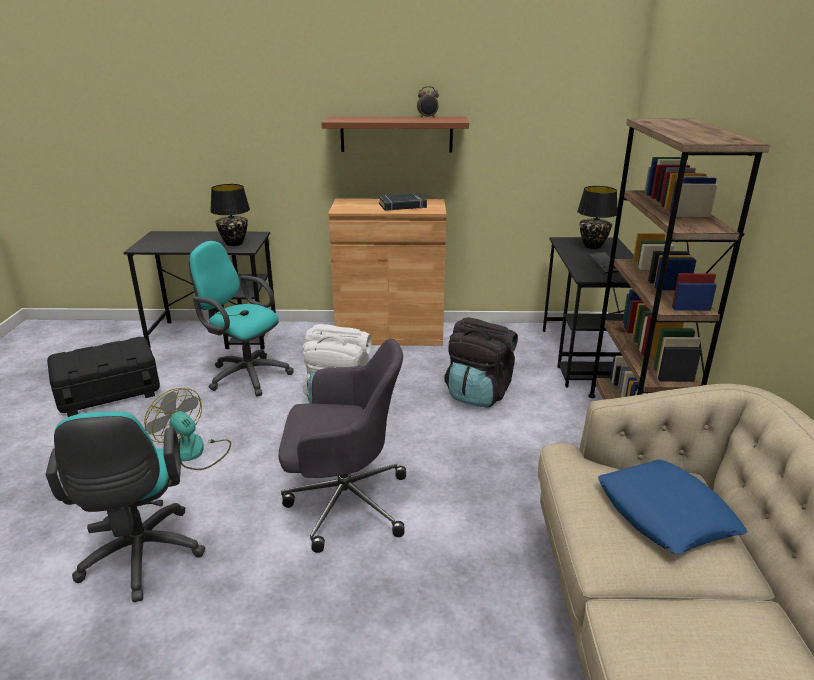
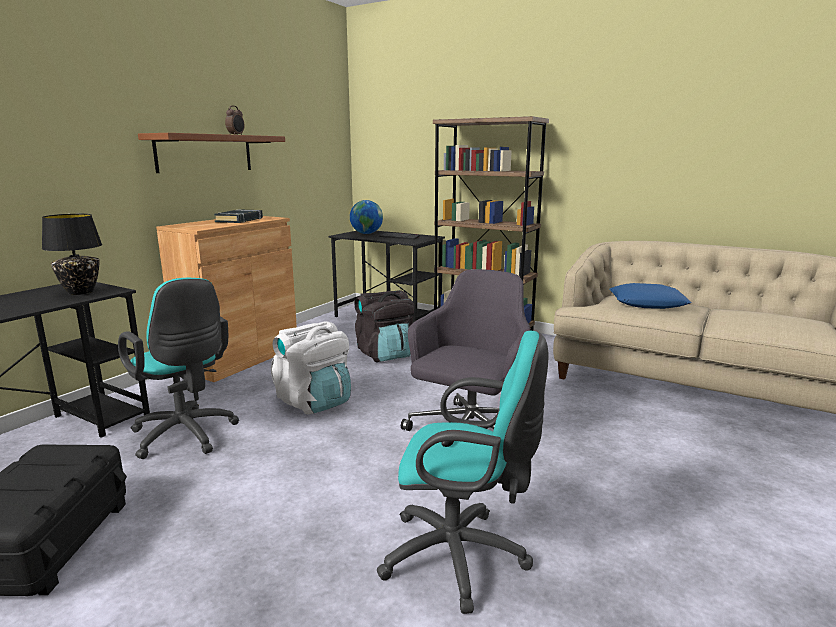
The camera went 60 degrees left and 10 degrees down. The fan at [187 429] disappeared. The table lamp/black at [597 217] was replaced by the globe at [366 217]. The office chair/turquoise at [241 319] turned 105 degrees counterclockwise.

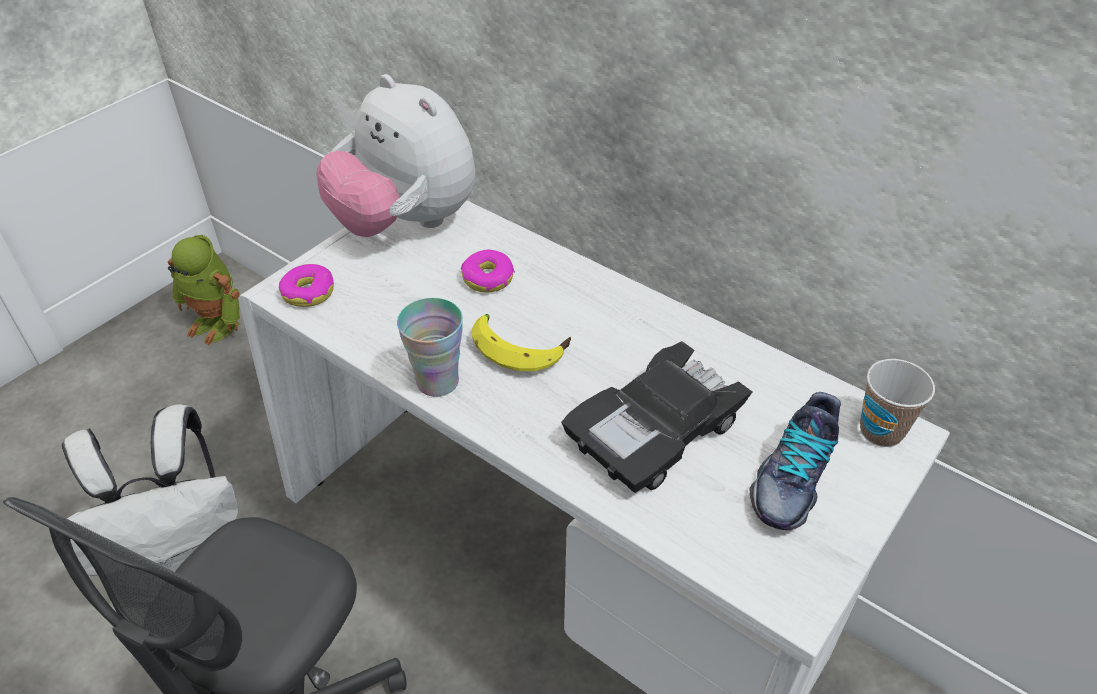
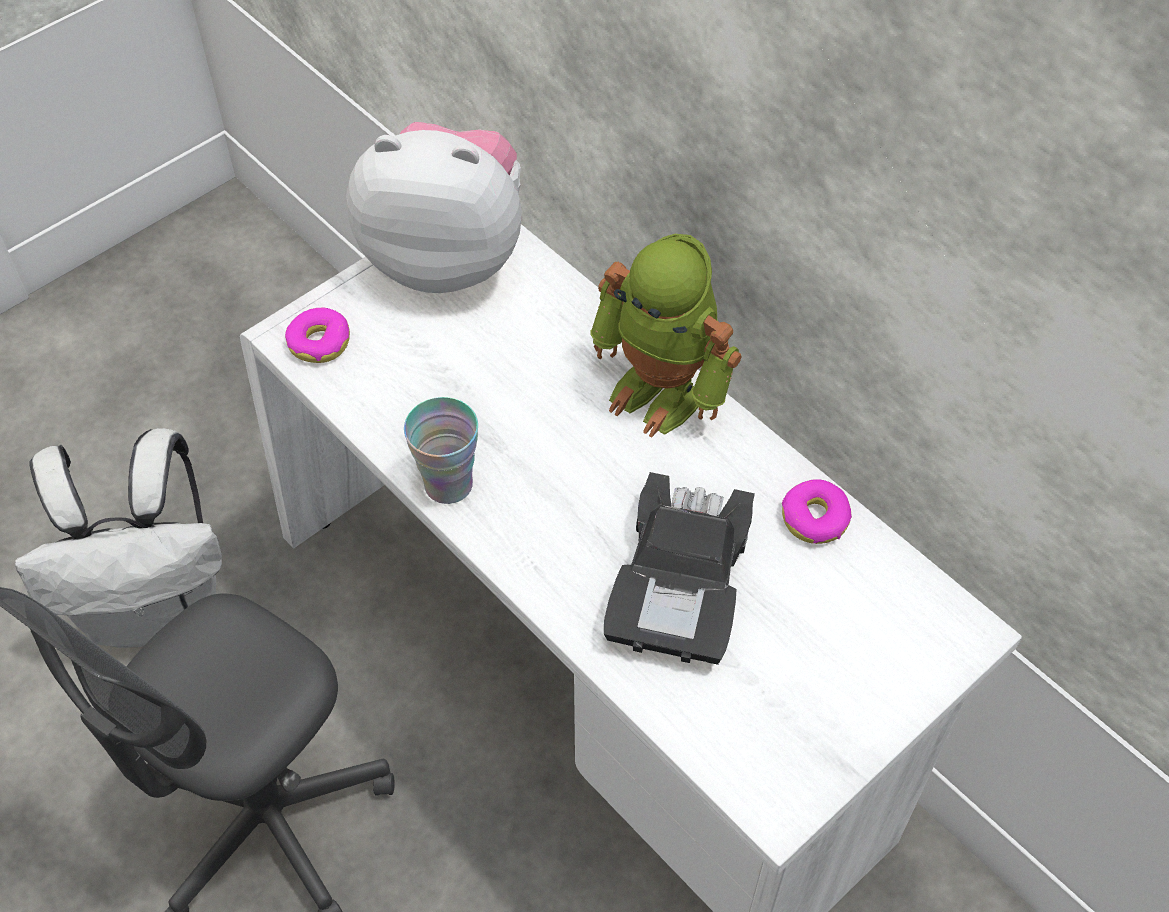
The camera went 10 degrees right and 10 degrees up. The banana at [521 342] disappeared. The shoe at [795 461] disappeared. The cup at [897 403] disappeared. The toy robot moved from [204 290] to [666 336]. The donut moved from [488 271] to [817 511]. The plush toy at [395 155] turned 135 degrees clockwise. The toy car/black at [656 417] turned 45 degrees counterclockwise.

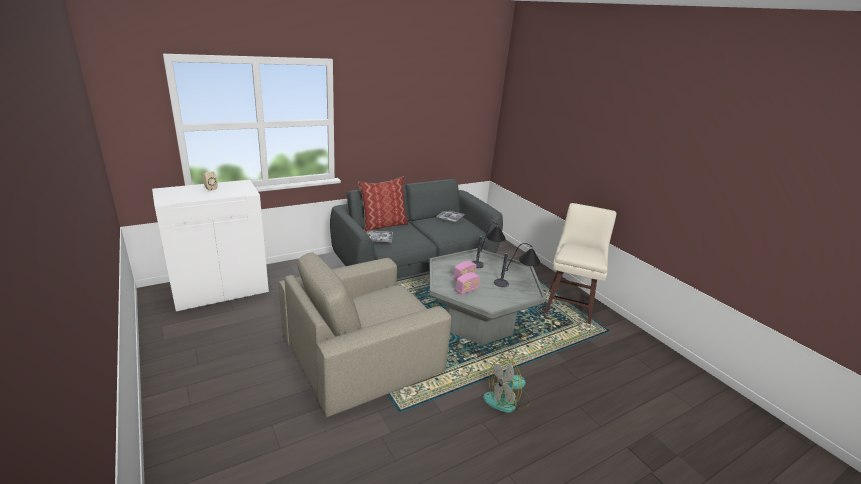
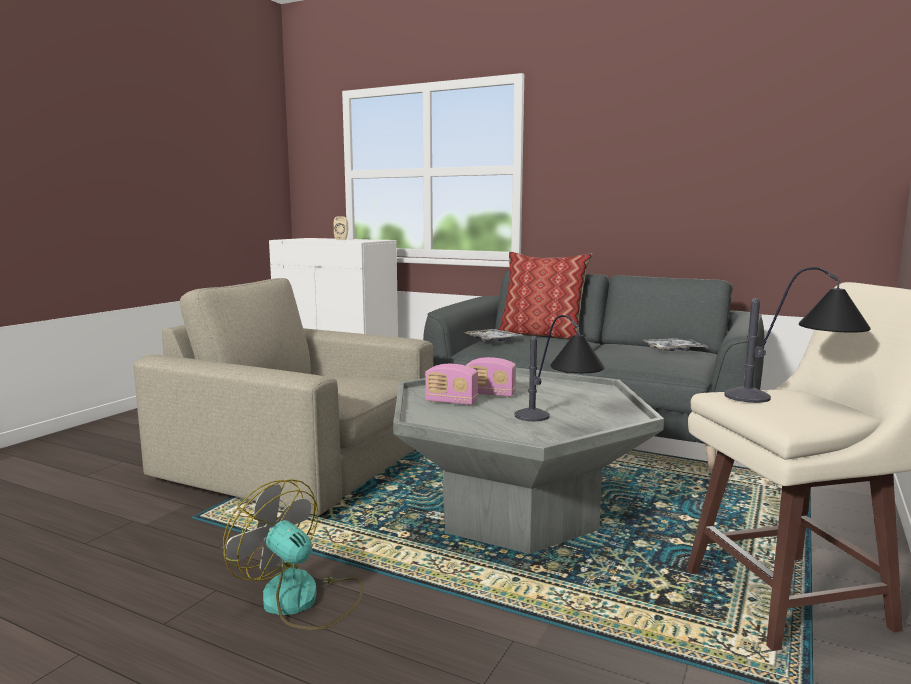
The camera went 60 degrees right and 15 degrees down. The table lamp moved from [489 245] to [797 335].

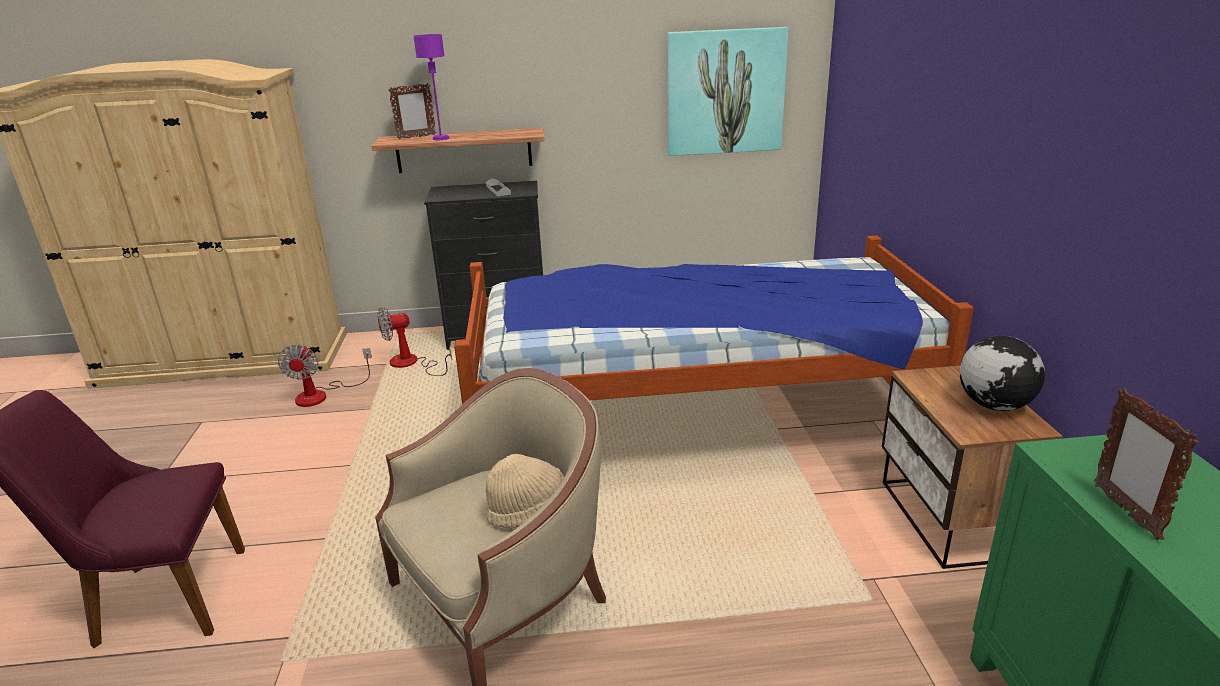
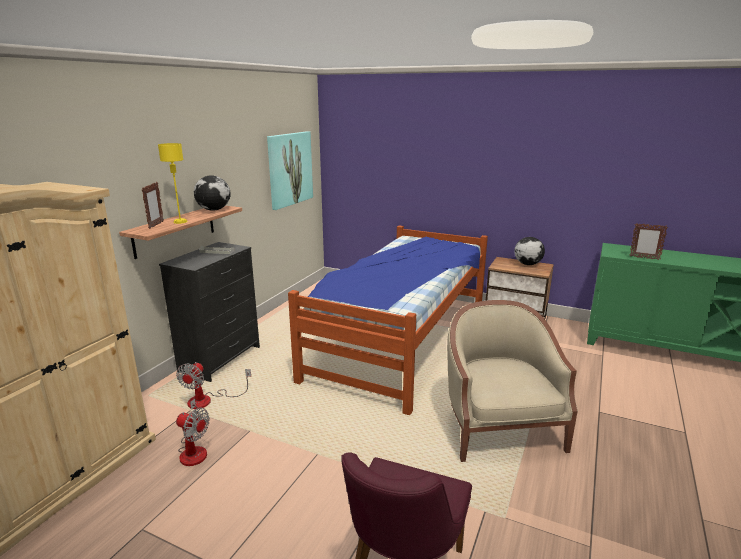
The camera went 60 degrees left and 5 degrees down. The hat/beige at [525 491] disappeared. The globe at [212 193] appeared. The table lamp/purple at [431 87] became the table lamp/yellow at [173 183].

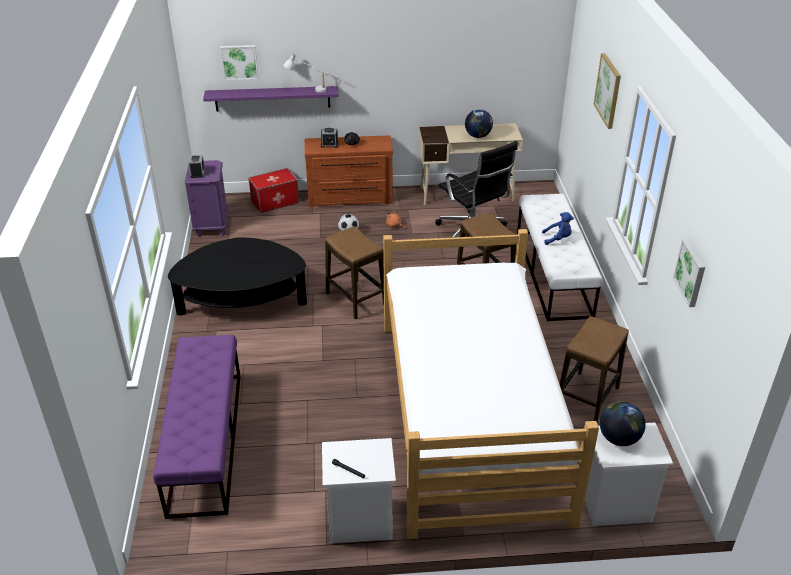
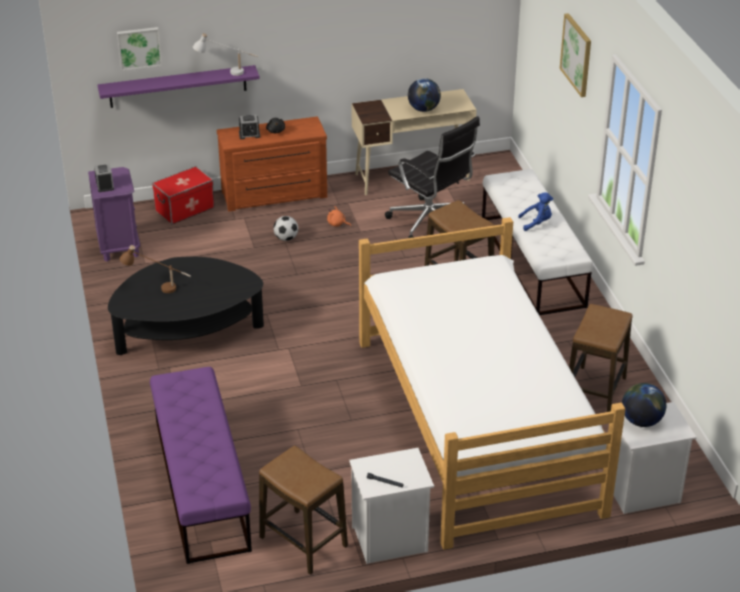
The camera went 10 degrees left and 0 degrees up. The picture at [689 273] disappeared. The table lamp/brown at [155 269] appeared. The stool moved from [354 273] to [303 510].

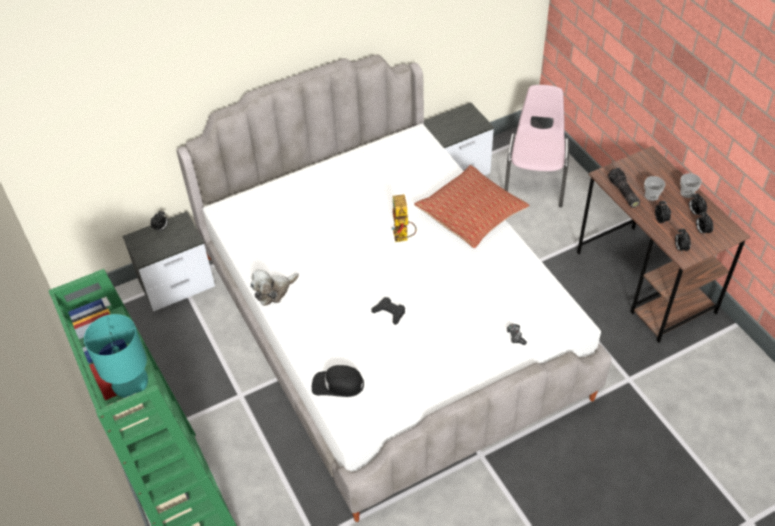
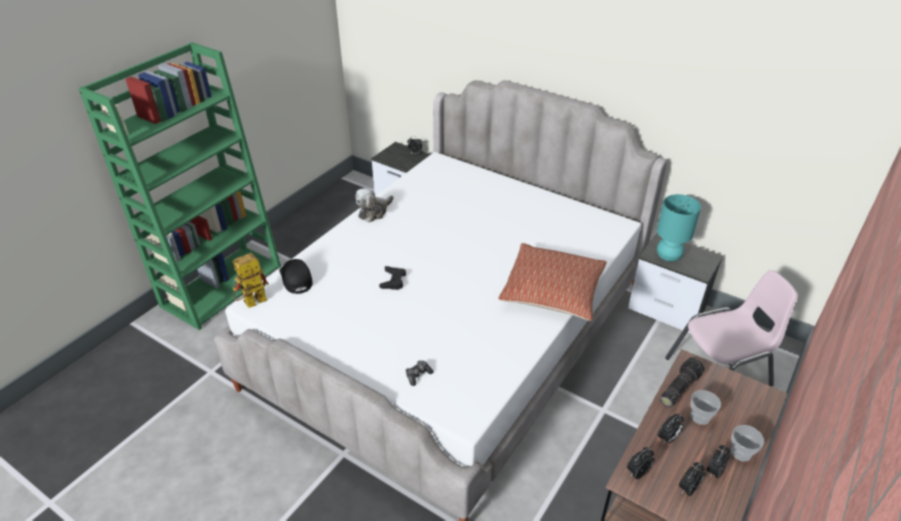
The camera went 60 degrees right and 10 degrees down. The table lamp/turquoise moved from [116 356] to [679 228]. The toy robot moved from [404 218] to [250 280]. The plush toy at [274 287] turned 75 degrees counterclockwise.

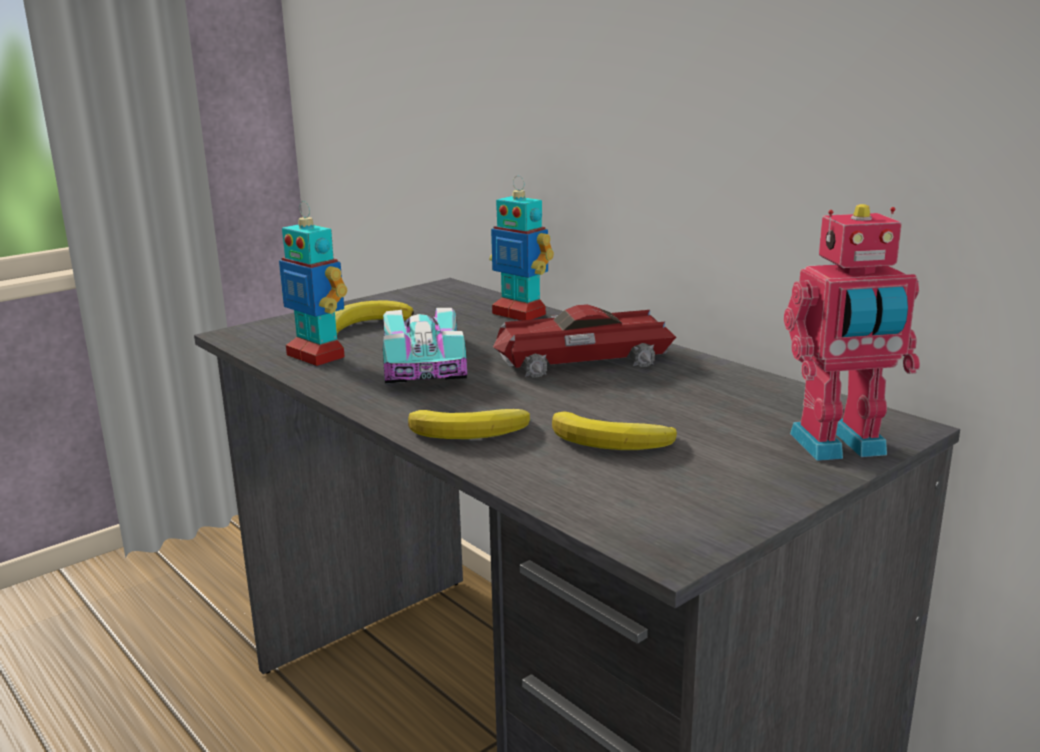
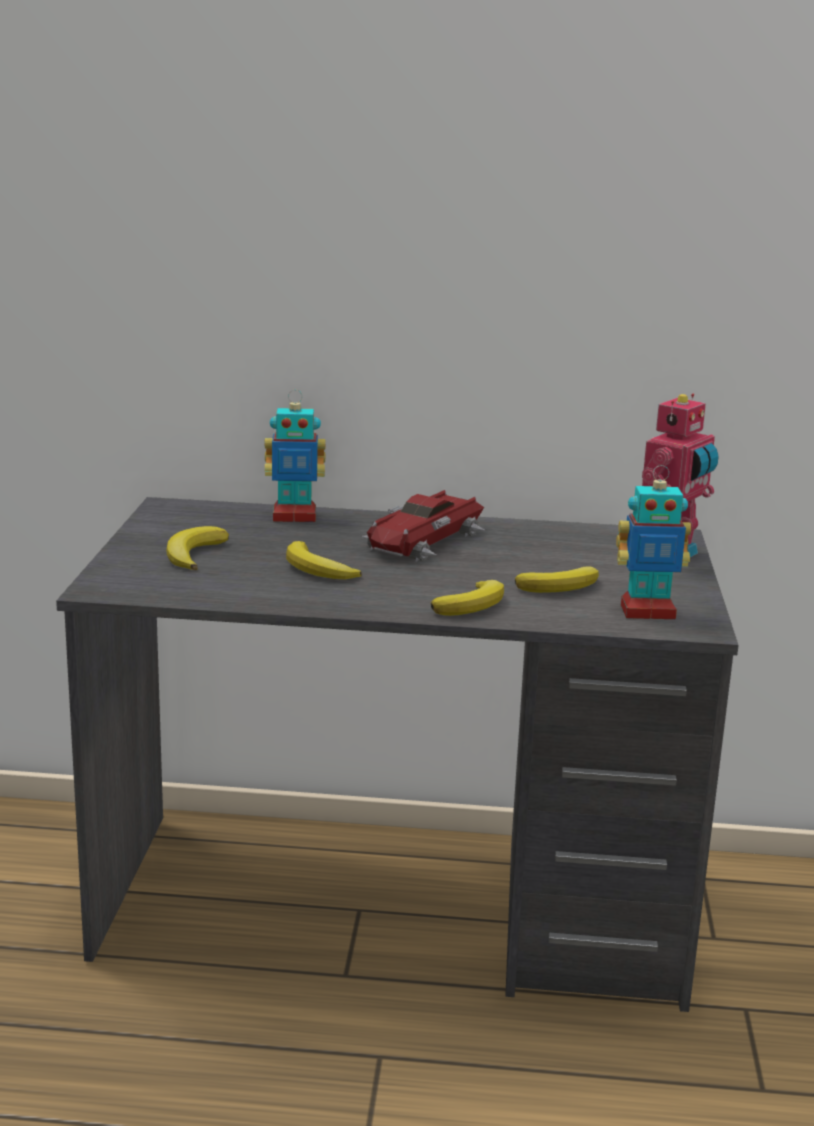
The camera went 45 degrees left and 0 degrees up. The toy robot moved from [313 283] to [653 542]. The toy car at [425 345] was replaced by the banana at [324 560].

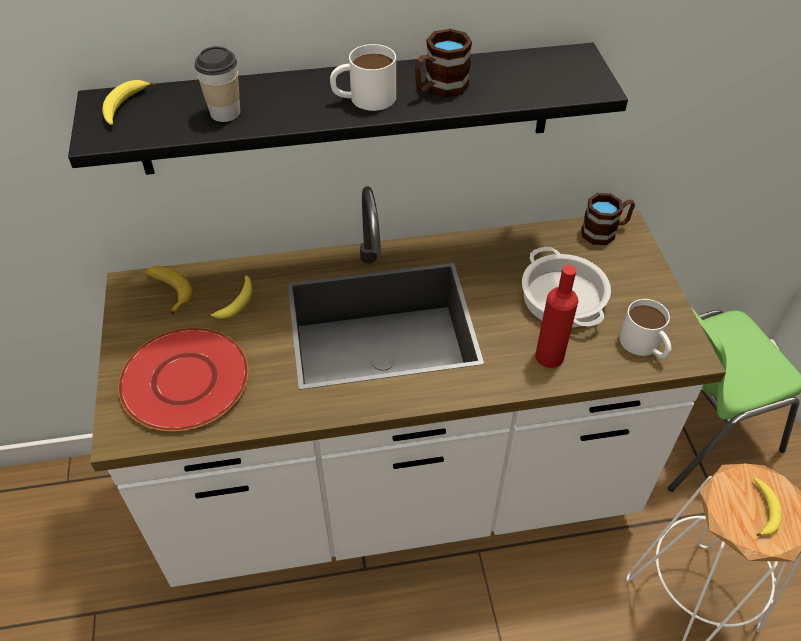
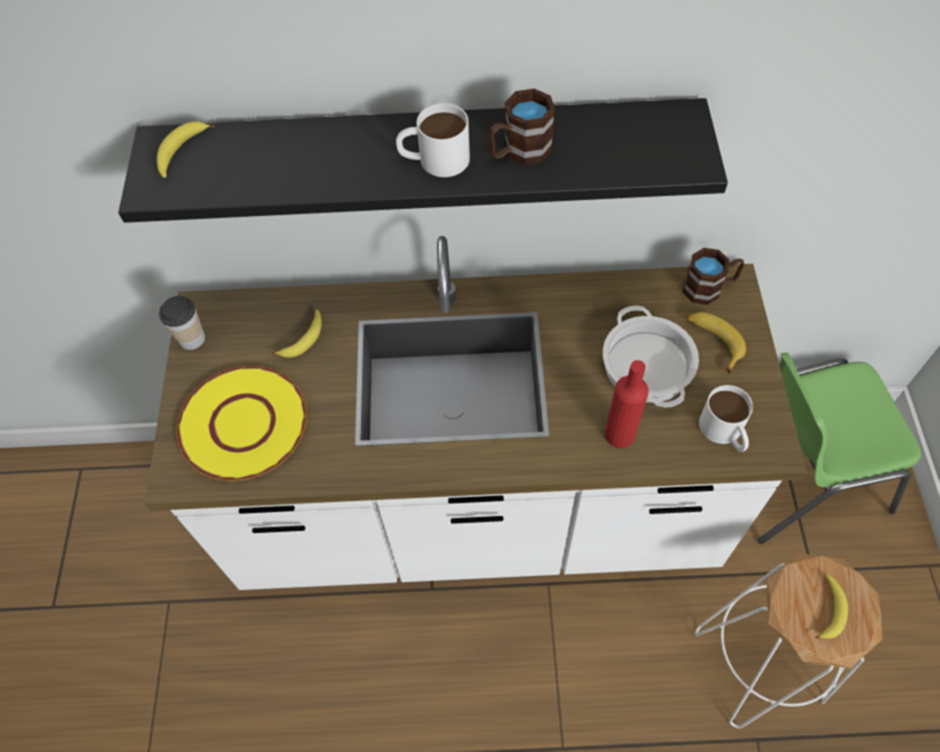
The camera went 10 degrees right and 10 degrees up. The banana moved from [169 290] to [717 342]. The cup moved from [217 84] to [182 323]. The plate/red at [183 379] became the plate/yellow at [241 423].

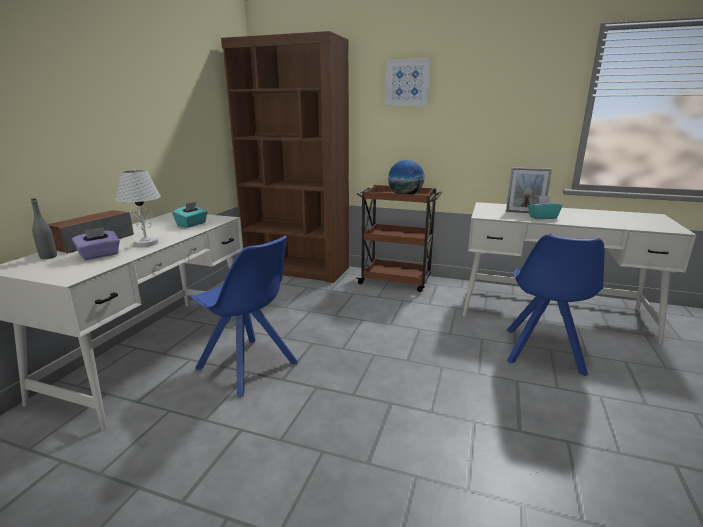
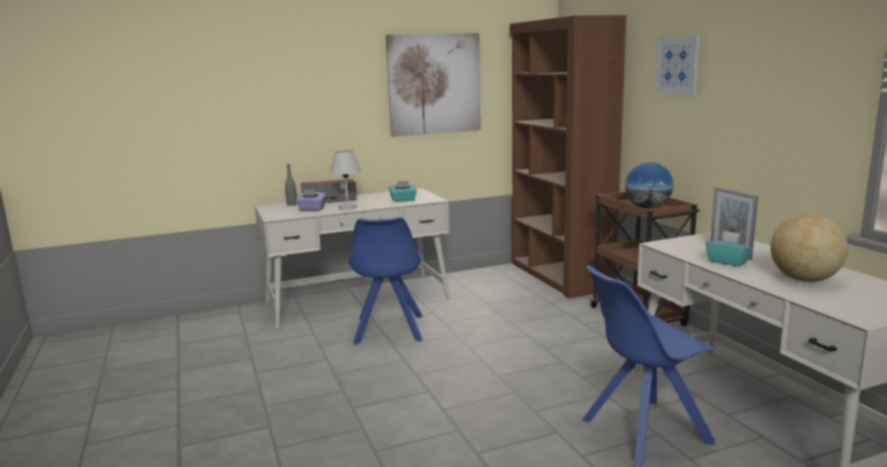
The camera went 50 degrees right and 5 degrees down. The picture at [433 85] appeared. The globe at [809 248] appeared.

